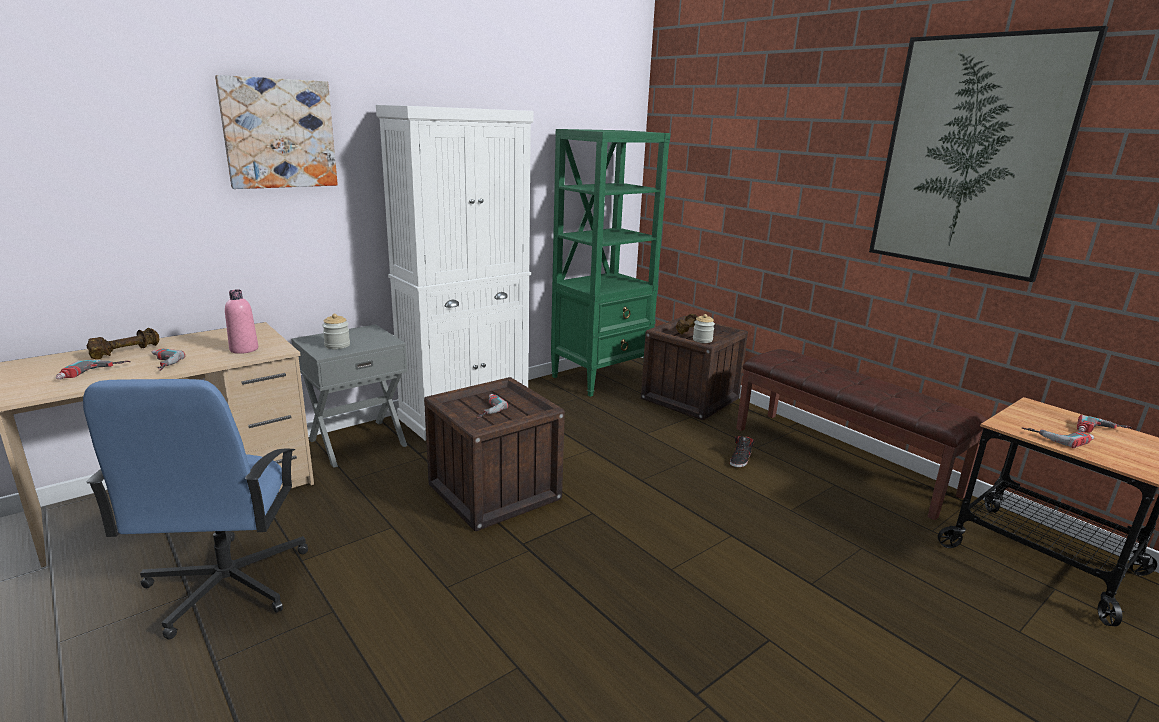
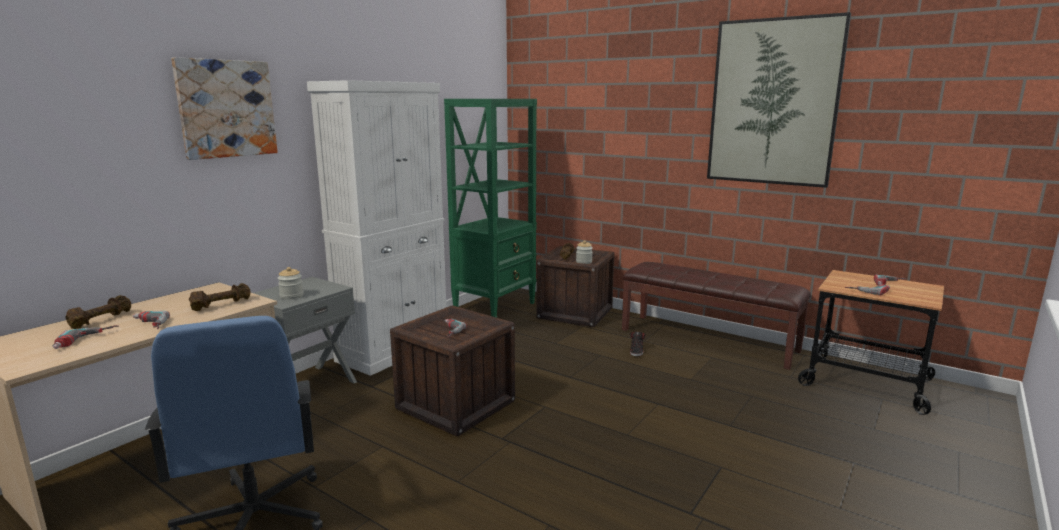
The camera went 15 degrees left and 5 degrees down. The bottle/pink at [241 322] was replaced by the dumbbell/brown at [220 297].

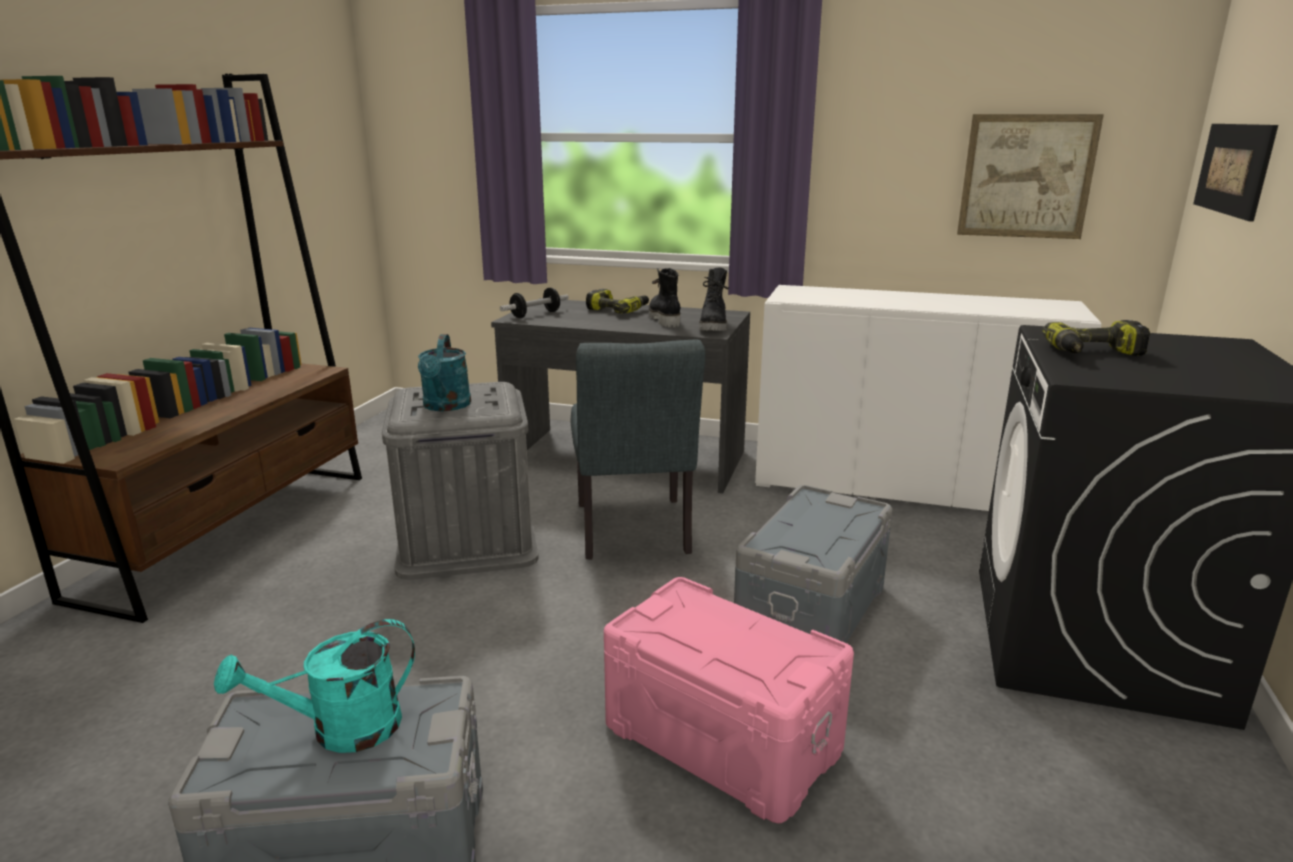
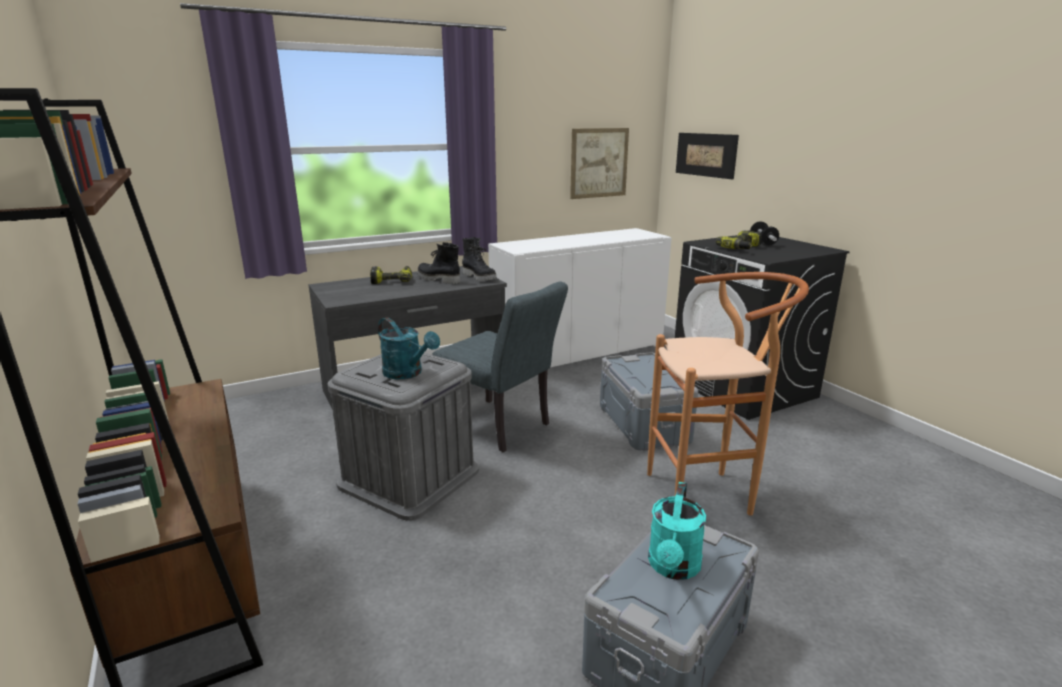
The camera went 45 degrees left and 0 degrees up. The dumbbell moved from [534 303] to [764 233]. The storage box/pink at [729 700] was replaced by the stool/brown at [728 393].

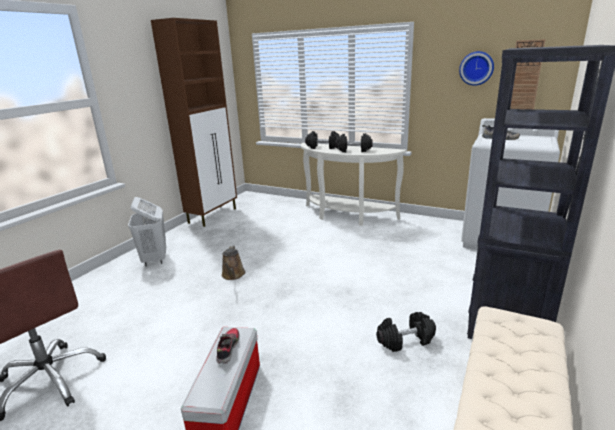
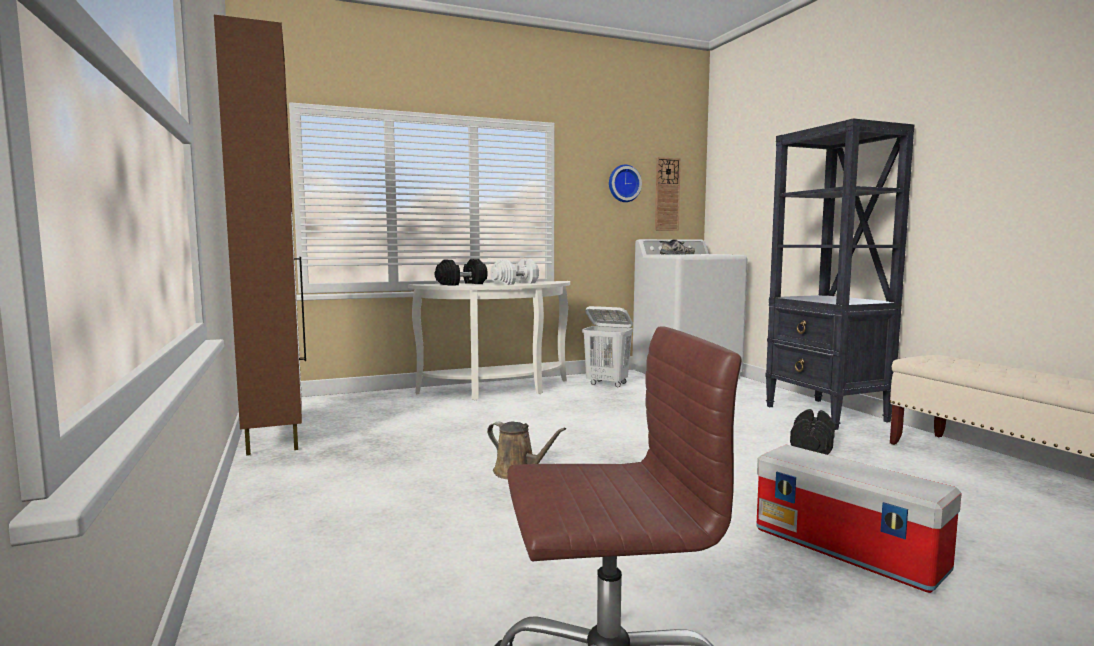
The camera went 50 degrees left and 15 degrees down. The shoe at [228 346] disappeared. The laundry basket/white moved from [147 231] to [607 346]. The dumbbell/black at [354 142] became the dumbbell/white at [514 272].

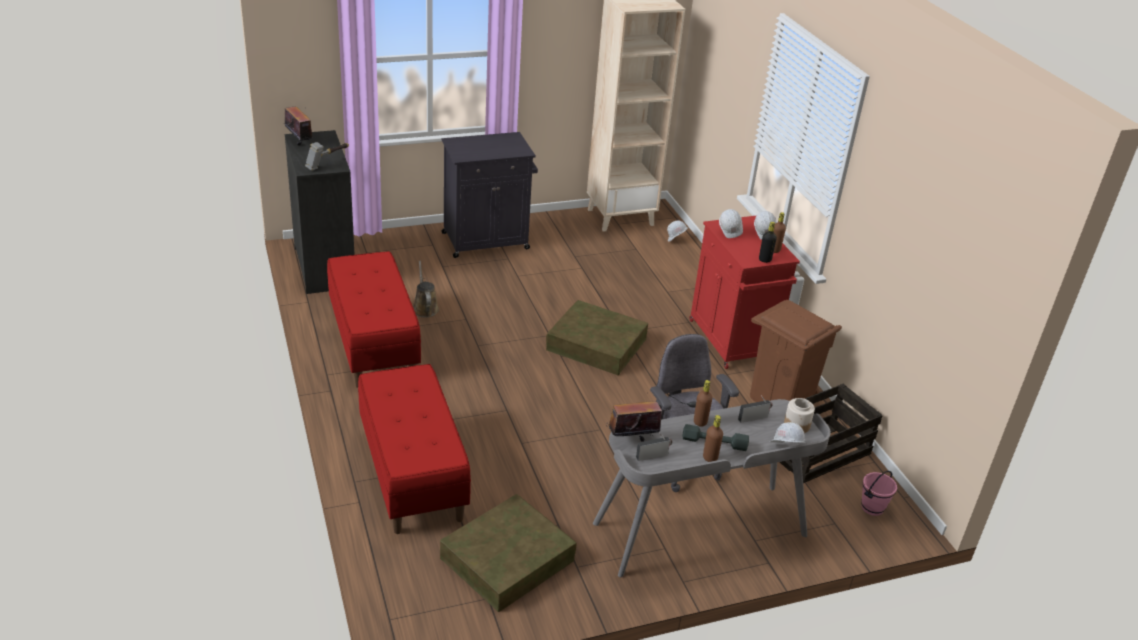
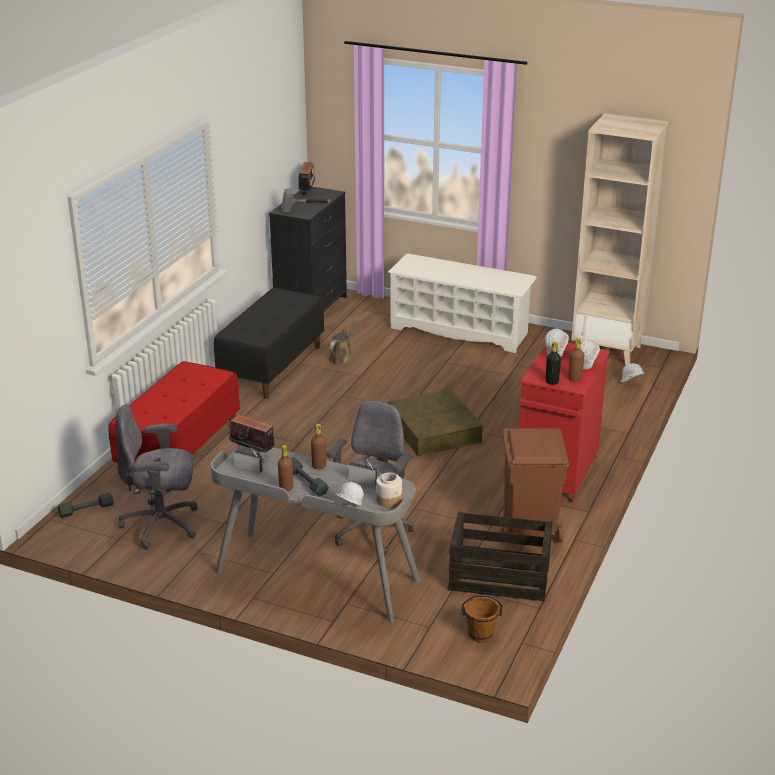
The camera went 45 degrees right and 5 degrees down. The dumbbell/grey at [85 505] appeared. The storage box/brown at [508 553] was replaced by the office chair/grey at [156 477]. The cabinet/black at [490 195] was replaced by the shoe rack/white at [462 303]. The bench/red at [374 319] became the bench/black at [269 343]. The bucket/pink at [879 493] became the bucket/brown at [482 618].

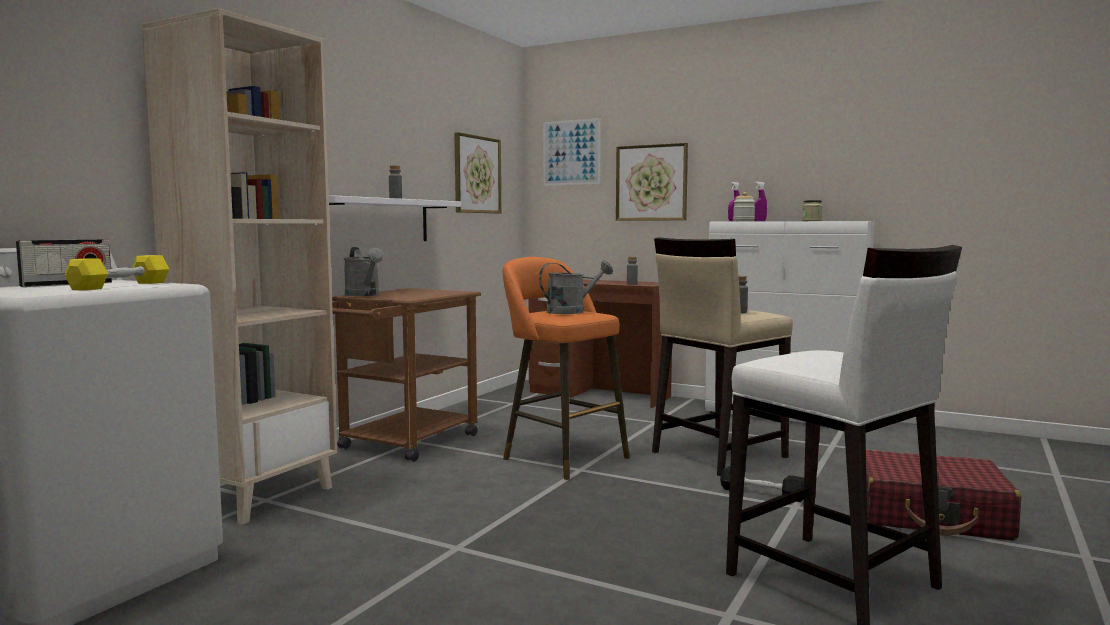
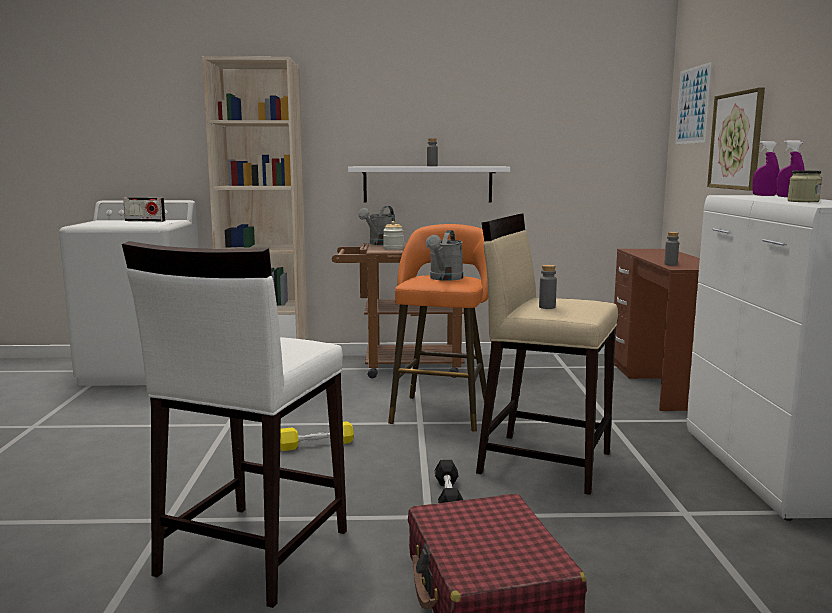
The camera went 60 degrees right and 5 degrees up. The picture at [478 172] disappeared. The dumbbell/yellow moved from [116 273] to [317 436]. The jar moved from [744 206] to [393 235]. The watering can/grey at [576 287] turned 75 degrees clockwise.

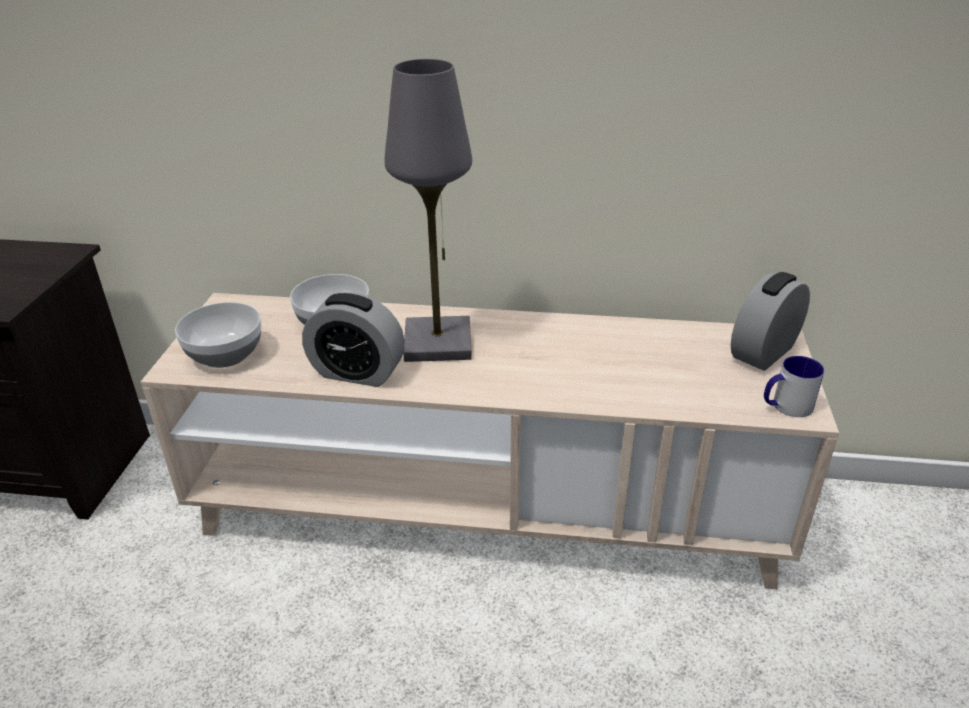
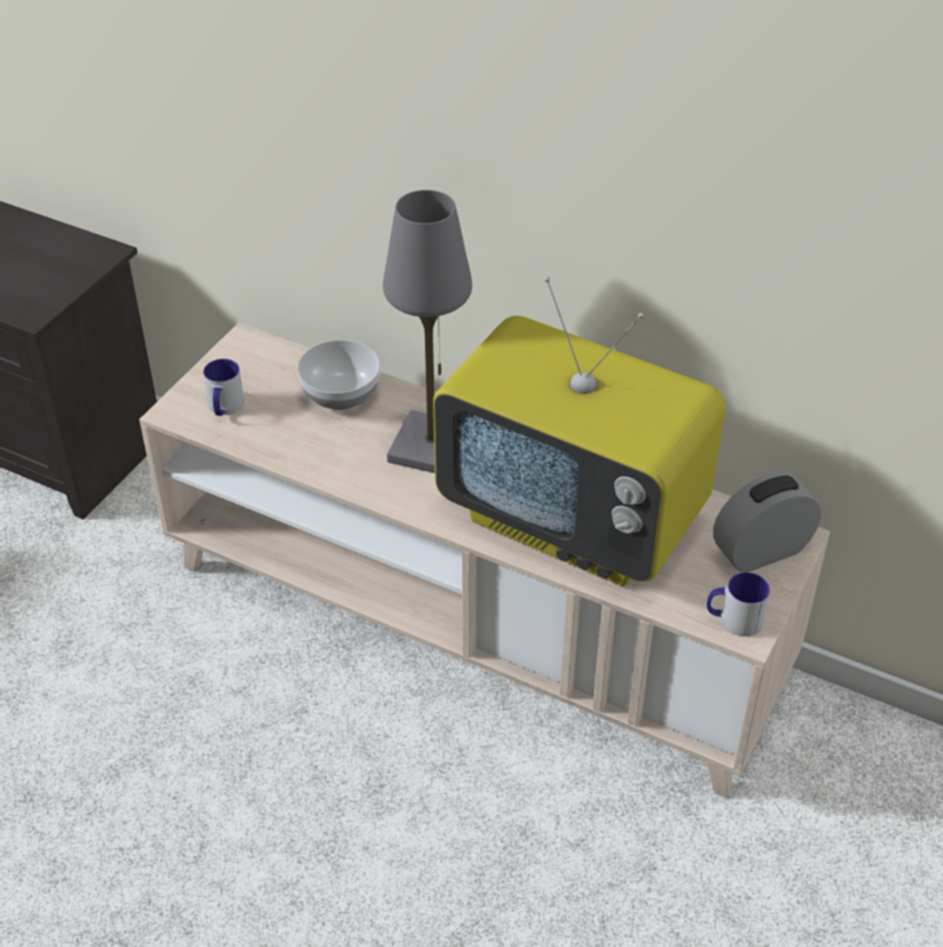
The camera went 20 degrees right and 10 degrees up. The alarm clock at [353 339] disappeared. The television at [579 431] appeared. The bowl at [218 335] was replaced by the mug at [223 387].

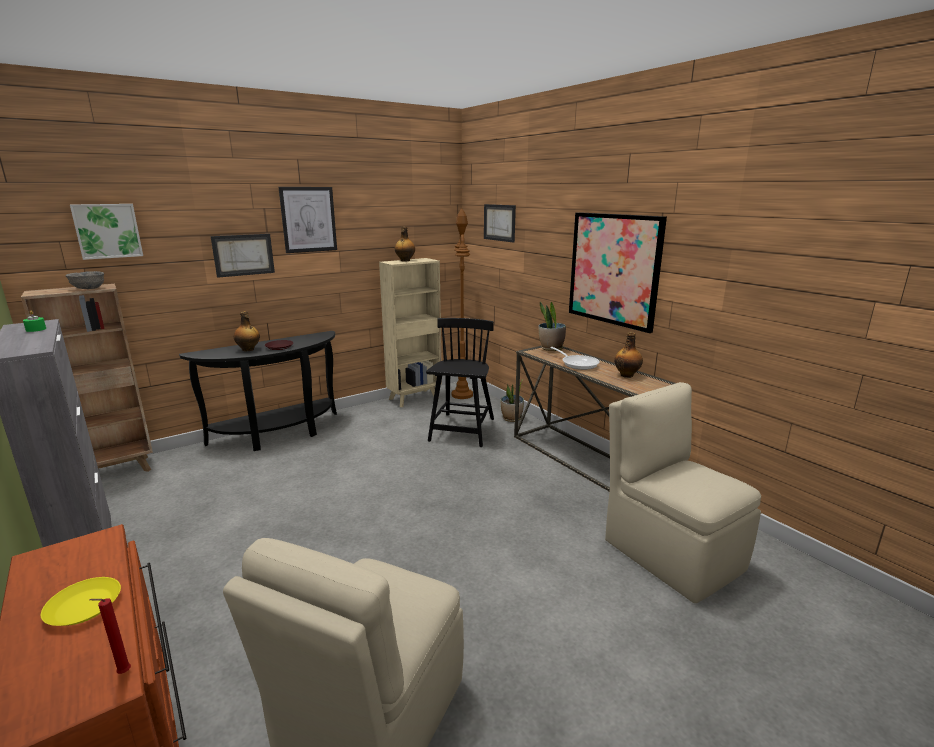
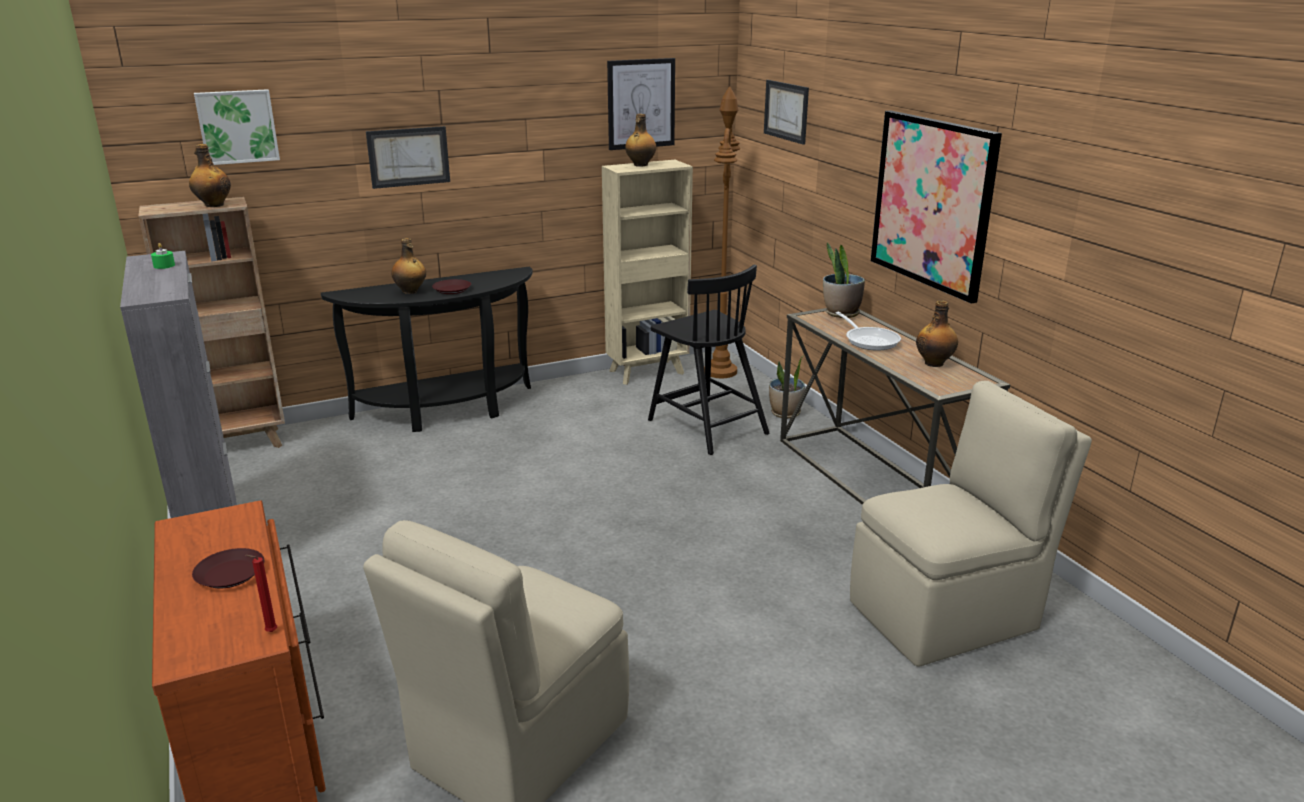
The camera went 10 degrees right and 5 degrees up. The picture moved from [307 220] to [641 104]. The bowl/grey at [85 280] was replaced by the bottle at [210 175]. The plate/yellow at [81 601] became the plate/brown at [228 568]. The chair/black at [460 382] turned 120 degrees clockwise. The chair/beige at [683 492] turned 90 degrees clockwise.

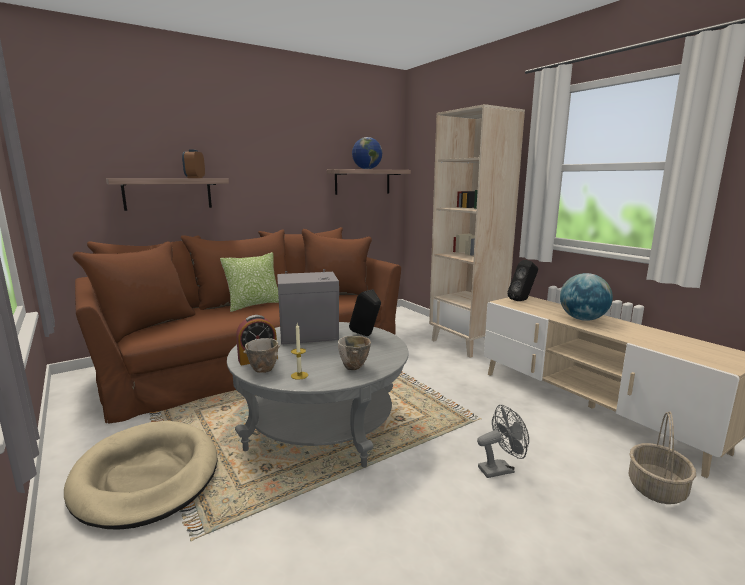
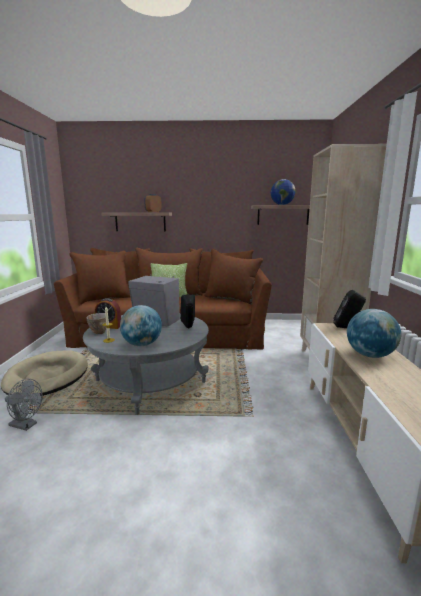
The camera went 35 degrees right and 0 degrees up. The basket at [662 457] disappeared. The fan/grey moved from [503 441] to [24 405]. The bowl at [354 353] was replaced by the globe at [141 325].

